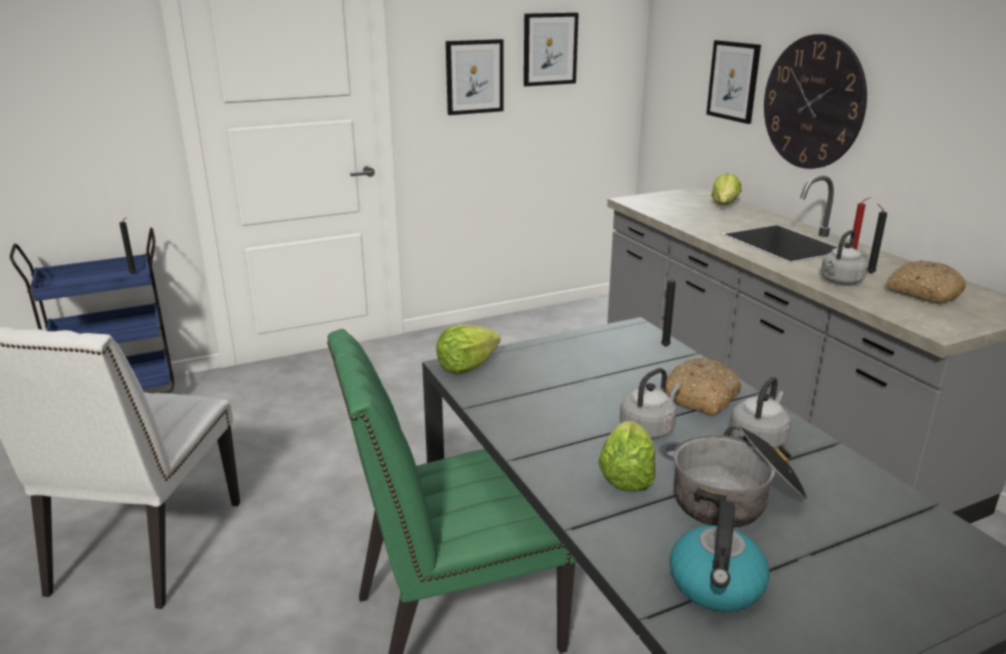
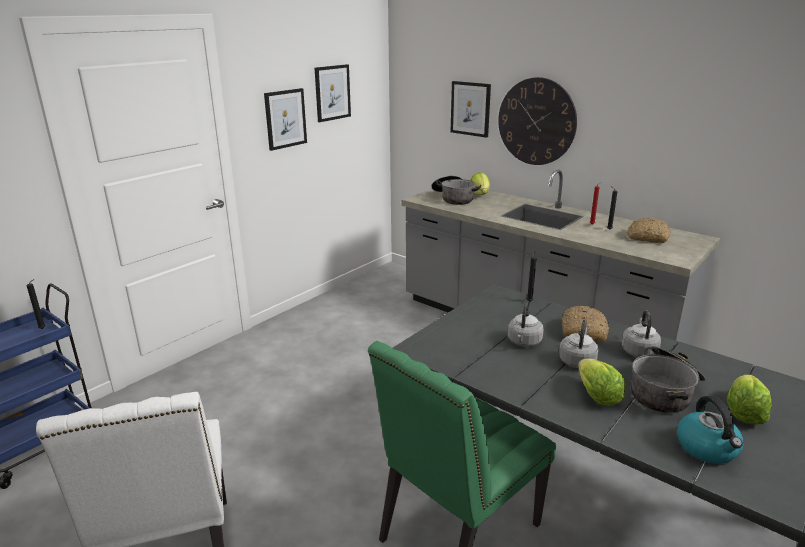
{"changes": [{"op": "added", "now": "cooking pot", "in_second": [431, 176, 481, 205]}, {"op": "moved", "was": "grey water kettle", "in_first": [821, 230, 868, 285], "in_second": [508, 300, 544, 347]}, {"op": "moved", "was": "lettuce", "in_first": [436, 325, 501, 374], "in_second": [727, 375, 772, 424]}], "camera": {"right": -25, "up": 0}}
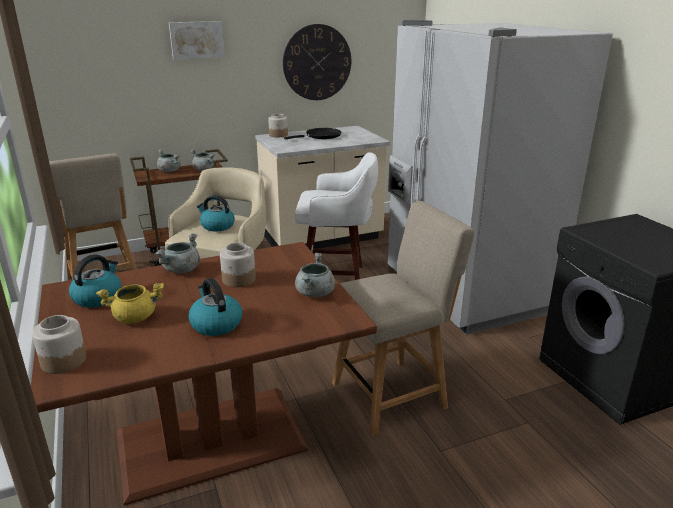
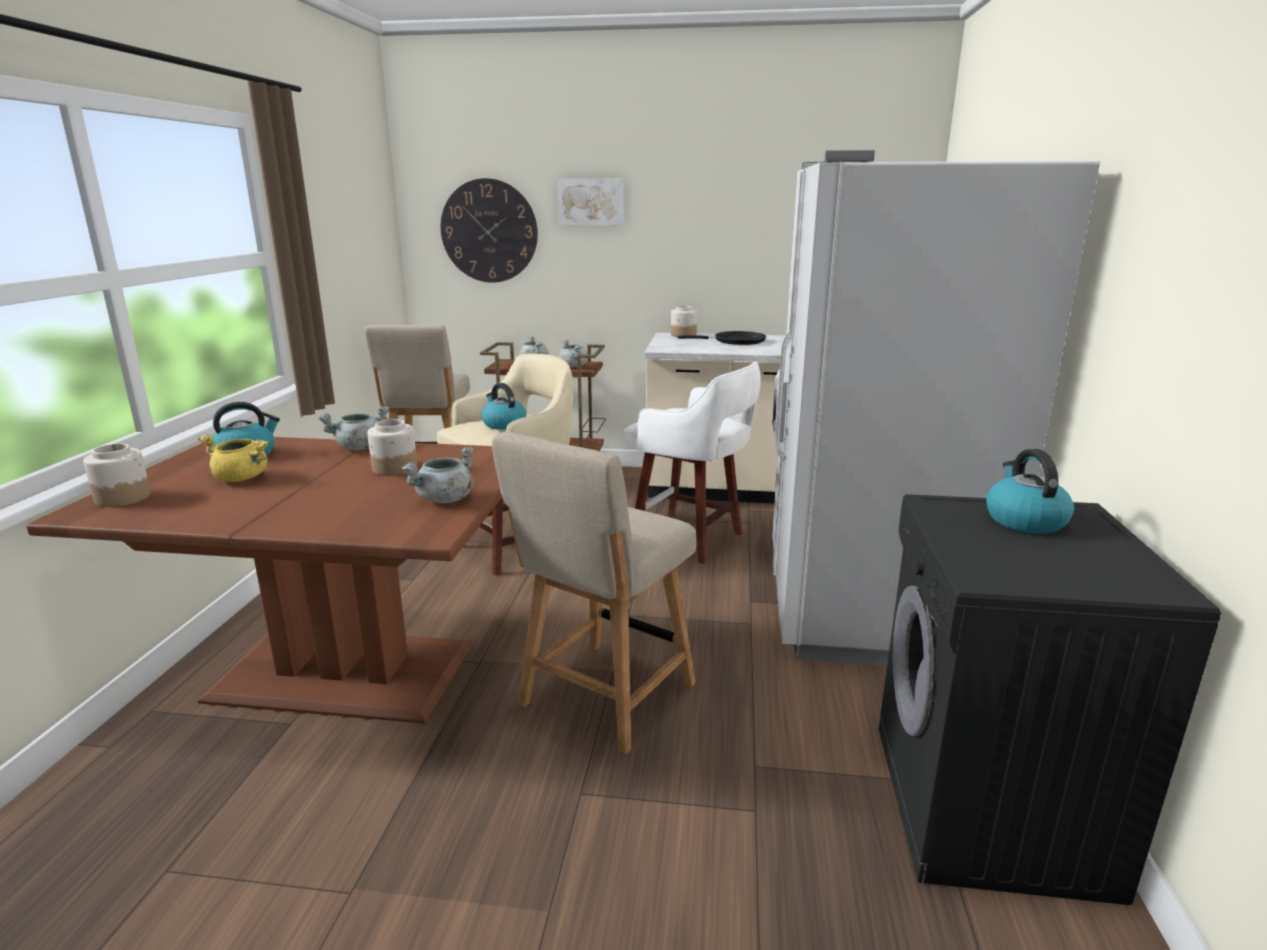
{"changes": [{"op": "moved", "was": "clock on the wall", "in_first": [283, 24, 351, 100], "in_second": [441, 178, 538, 283]}, {"op": "turned", "was": "beige-coloured upright chair", "in_first": [332, 201, 474, 436], "in_second": [492, 431, 696, 754], "clockwise": 120}, {"op": "moved", "was": "water kettle", "in_first": [189, 278, 242, 336], "in_second": [986, 449, 1074, 534]}], "camera": {"right": 30, "up": -5}}
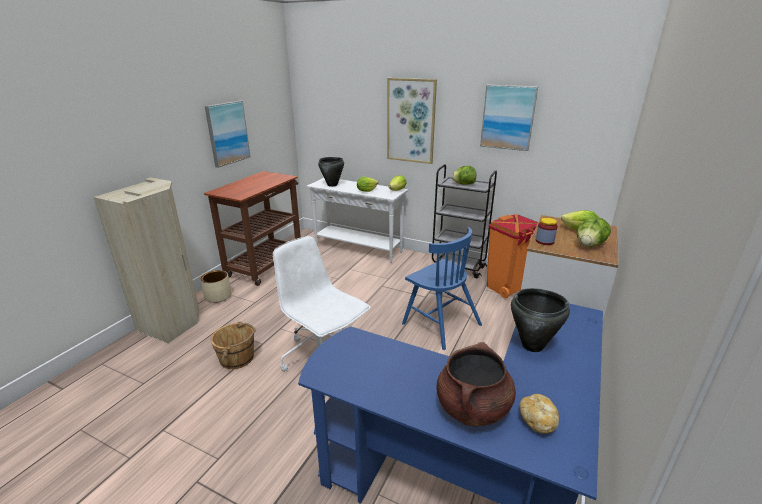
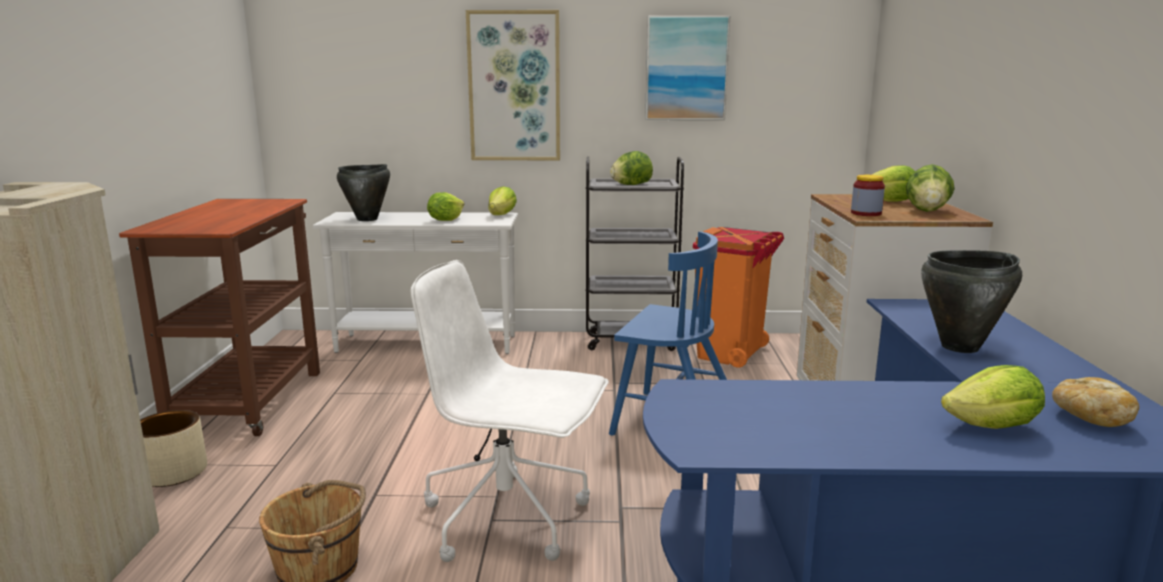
{"changes": [{"op": "replaced", "was": "brown cooking pot", "now": "lettuce", "in_first": [437, 342, 516, 427], "in_second": [941, 365, 1045, 429]}, {"op": "removed", "was": "wall picture", "in_first": [205, 101, 251, 168]}], "camera": {"right": -25, "up": -10}}
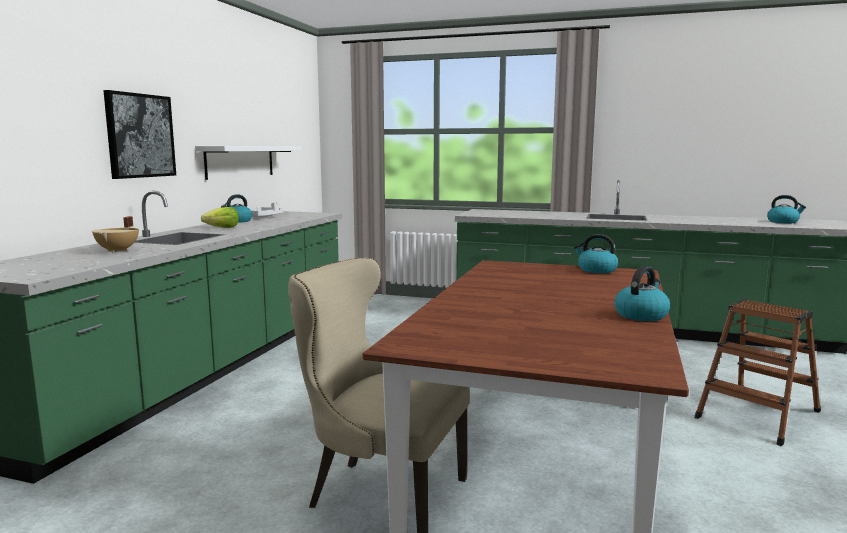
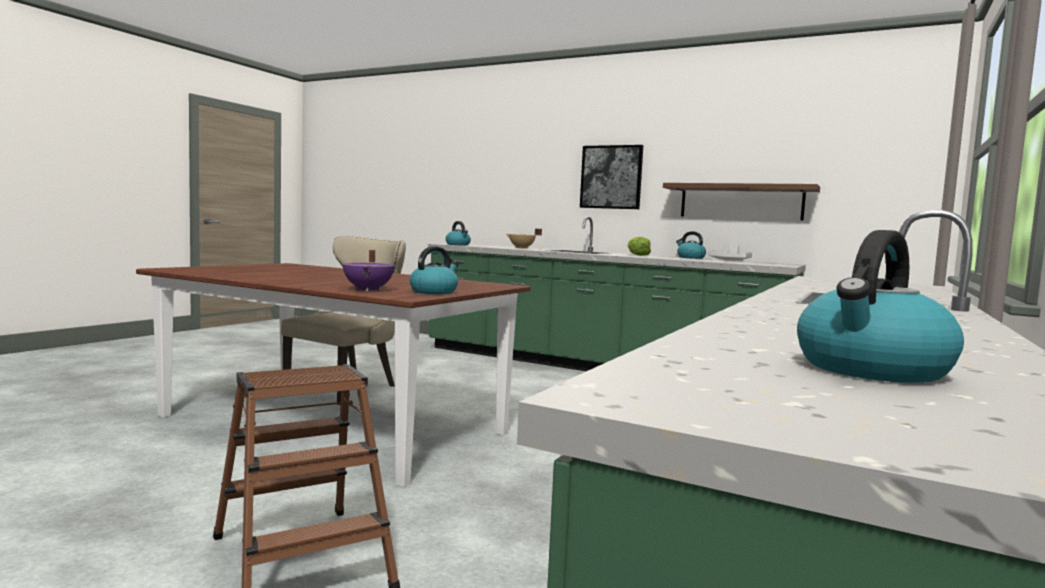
{"changes": [{"op": "added", "now": "purple-coloured cooking pot", "in_second": [342, 250, 395, 291]}, {"op": "moved", "was": "water kettle", "in_first": [614, 266, 670, 321], "in_second": [446, 221, 471, 246]}, {"op": "recoloured", "was": "white bracket shelf", "now": "brown bracket shelf", "in_first": [195, 146, 301, 180], "in_second": [663, 183, 820, 220]}], "camera": {"right": 100, "up": -5}}
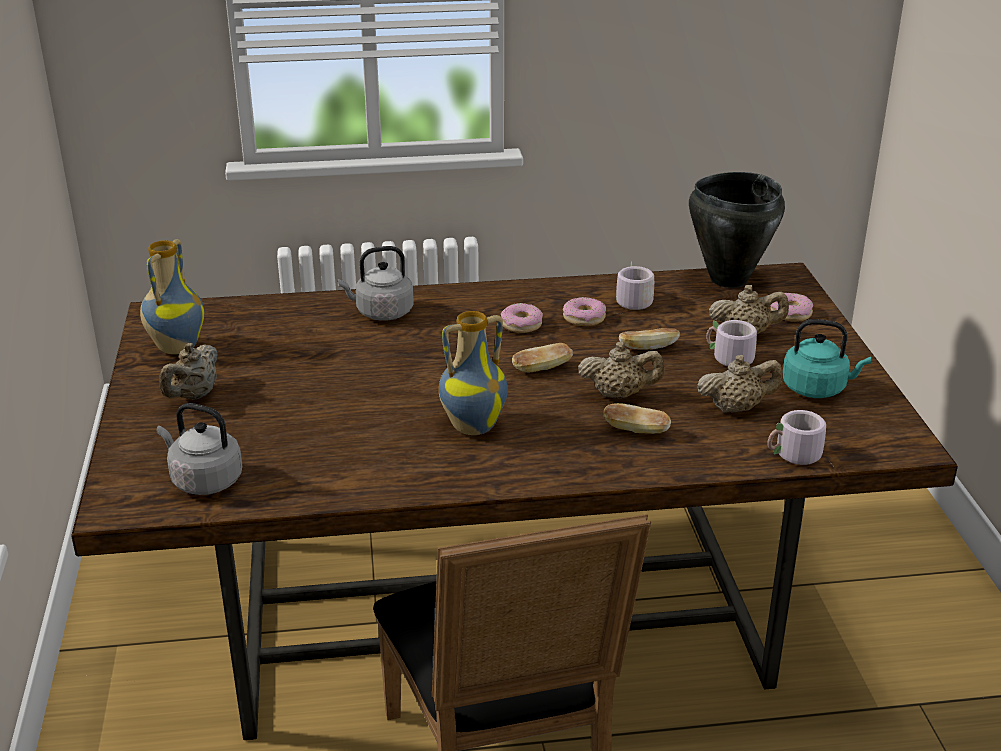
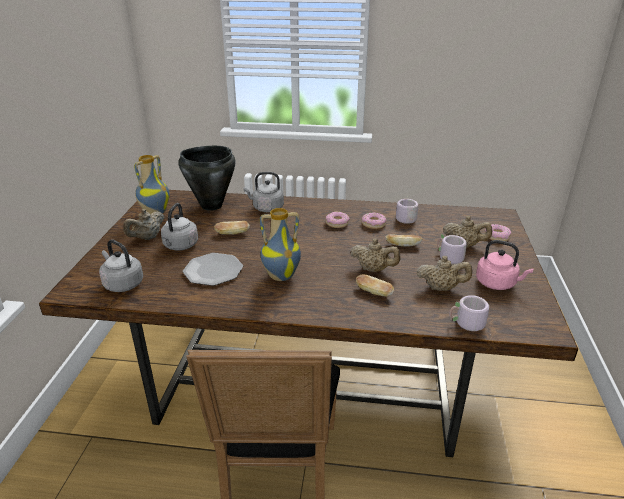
{"changes": [{"op": "added", "now": "grey water kettle", "in_second": [161, 203, 198, 251]}, {"op": "moved", "was": "black-coloured cooking pot", "in_first": [689, 172, 785, 288], "in_second": [178, 146, 236, 211]}, {"op": "added", "now": "flat dish", "in_second": [183, 253, 243, 286]}, {"op": "moved", "was": "baked bread", "in_first": [512, 343, 573, 372], "in_second": [214, 221, 250, 235]}, {"op": "recoloured", "was": "turquoise water kettle", "now": "pinkish water kettle", "in_first": [783, 319, 871, 398], "in_second": [476, 240, 533, 290]}], "camera": {"right": 15, "up": 0}}
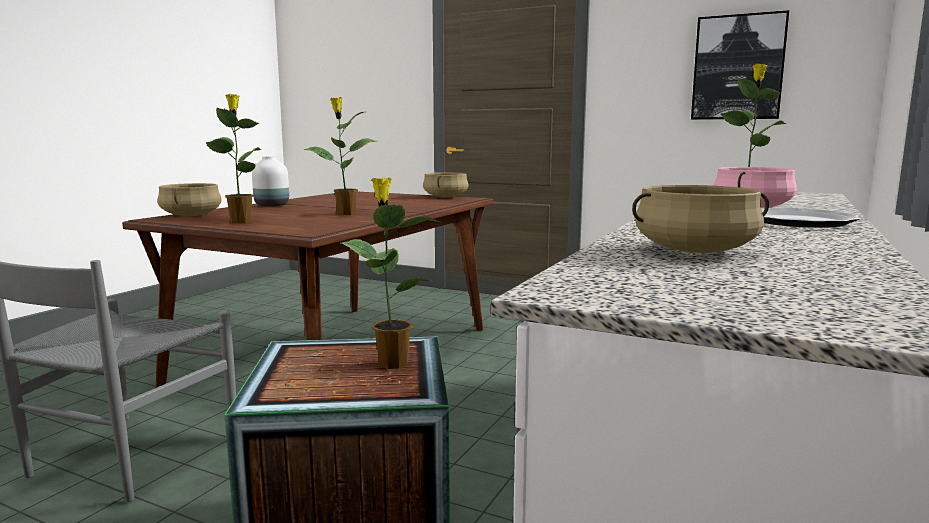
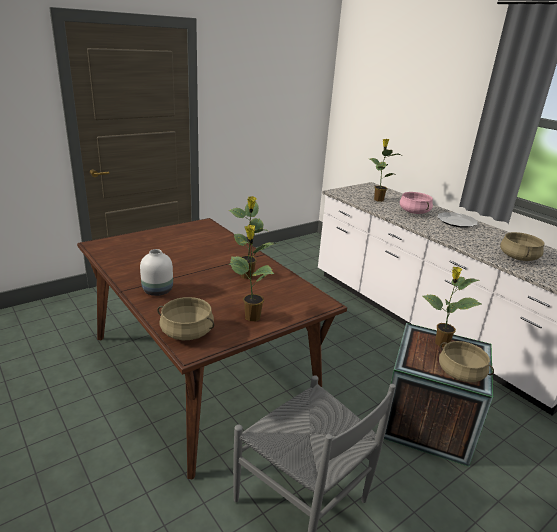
{"changes": [{"op": "moved", "was": "beige-coloured cooking pot", "in_first": [423, 172, 469, 197], "in_second": [439, 341, 494, 382]}, {"op": "removed", "was": "wall picture", "in_first": [691, 10, 789, 120]}], "camera": {"right": -65, "up": 15}}
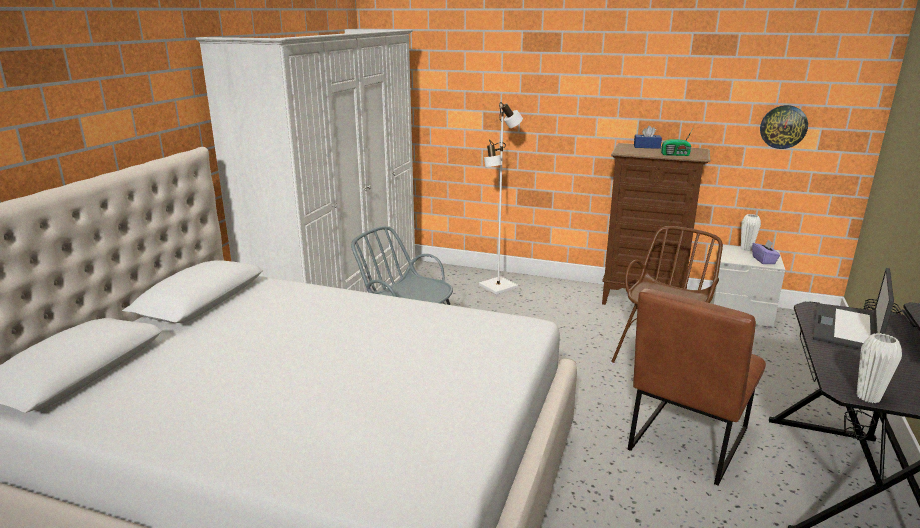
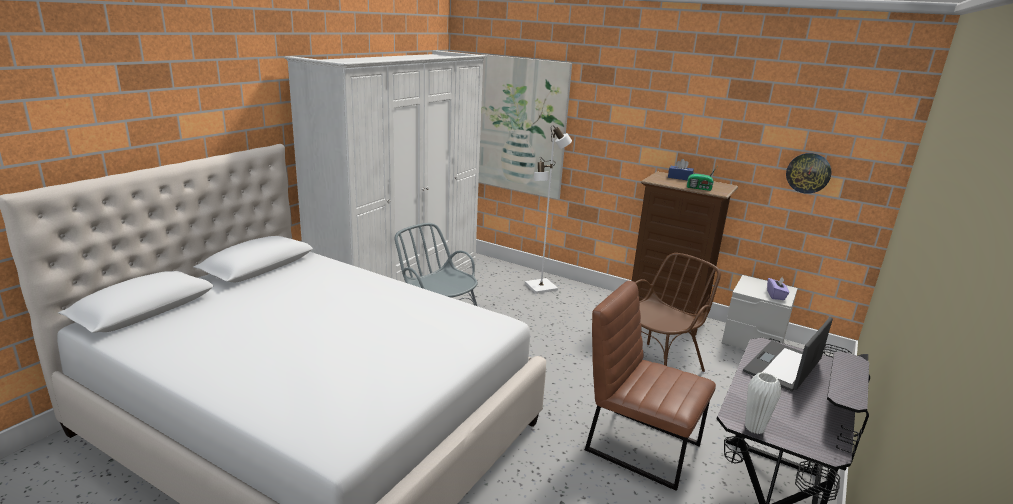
{"changes": [{"op": "added", "now": "wall picture", "in_second": [479, 54, 572, 199]}, {"op": "turned", "was": "brown upright chair", "in_first": [628, 289, 766, 485], "in_second": [585, 280, 716, 491], "clockwise": 75}, {"op": "removed", "was": "white vase", "in_first": [741, 214, 761, 251]}], "camera": {"right": 10, "up": 0}}
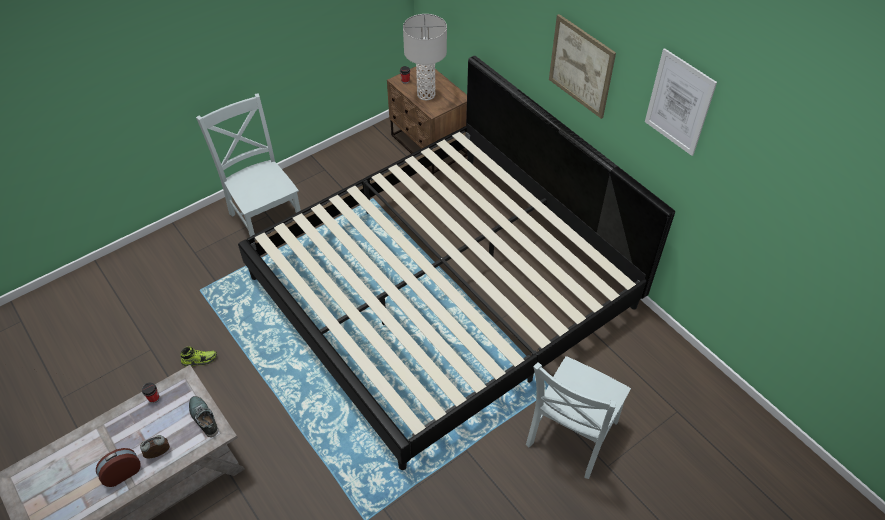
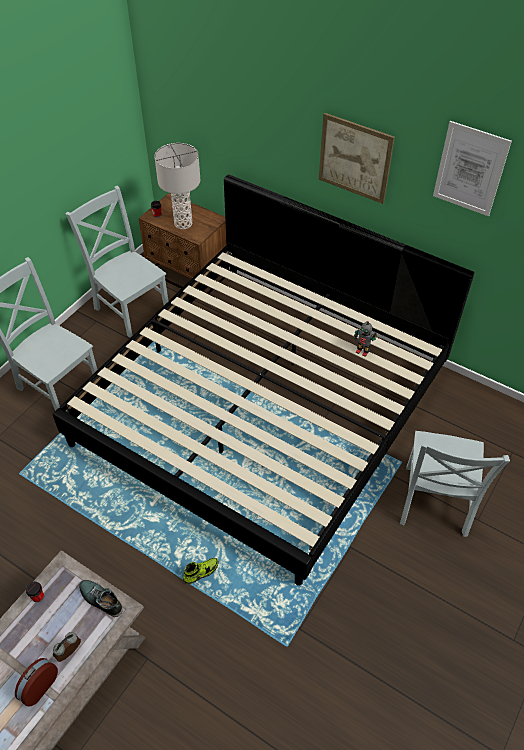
{"changes": [{"op": "added", "now": "grey upright chair", "in_second": [66, 186, 168, 338]}, {"op": "moved", "was": "low shoe", "in_first": [180, 346, 217, 367], "in_second": [183, 558, 219, 584]}, {"op": "added", "now": "model robot", "in_second": [354, 321, 377, 357]}], "camera": {"right": -20, "up": 0}}
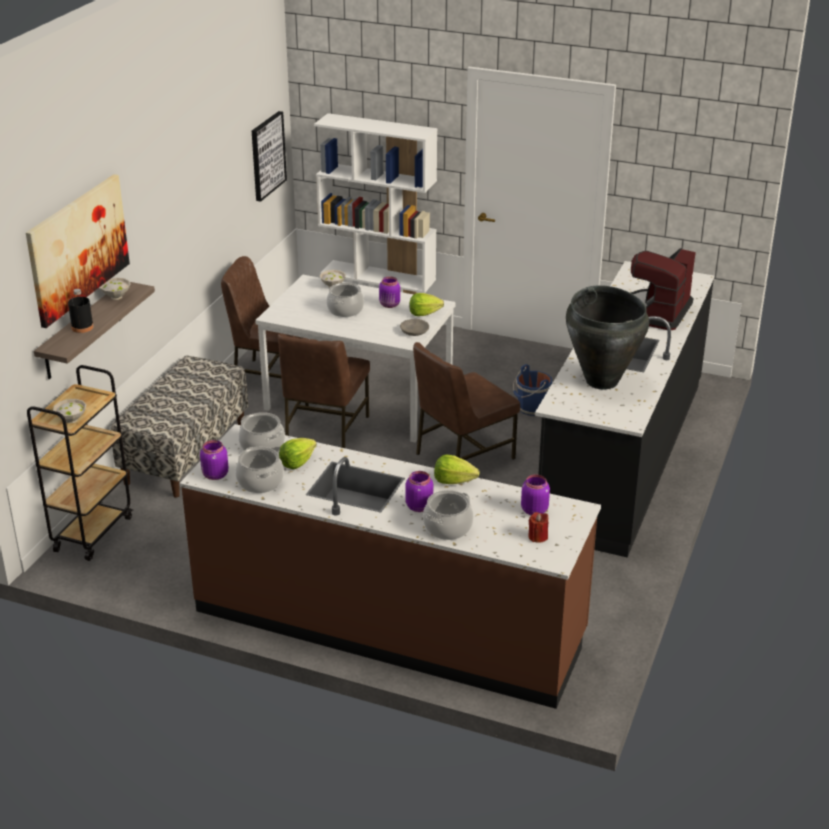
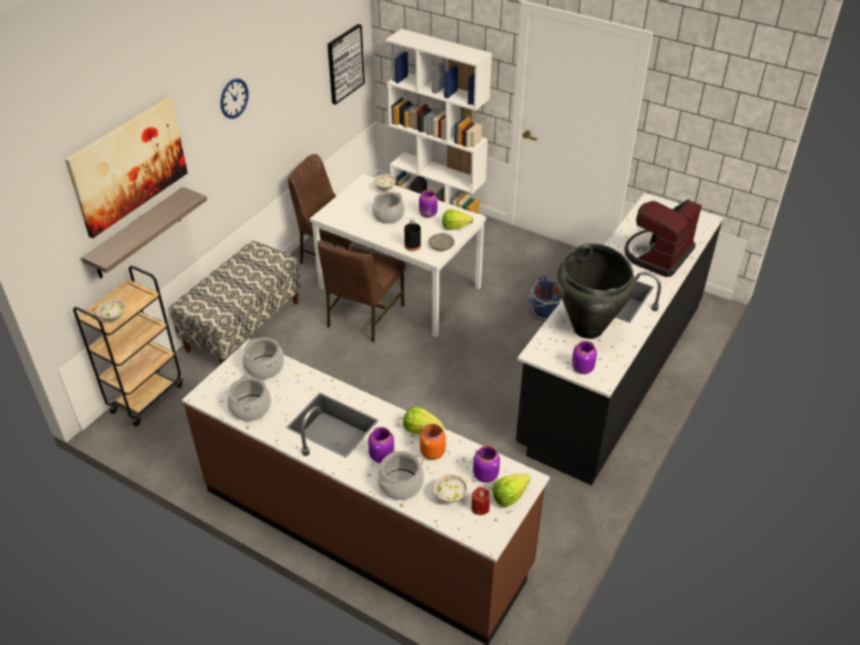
{"changes": [{"op": "added", "now": "clock on the wall", "in_second": [220, 78, 249, 119]}, {"op": "moved", "was": "black-coloured bottle", "in_first": [68, 289, 94, 333], "in_second": [404, 218, 421, 251]}, {"op": "added", "now": "orange-coloured jar", "in_second": [420, 424, 446, 460]}, {"op": "moved", "was": "white bowl", "in_first": [100, 278, 131, 300], "in_second": [433, 474, 468, 503]}, {"op": "moved", "was": "lettuce", "in_first": [279, 438, 317, 469], "in_second": [492, 474, 531, 507]}, {"op": "moved", "was": "purple-coloured jar", "in_first": [200, 440, 228, 480], "in_second": [572, 341, 597, 374]}, {"op": "removed", "was": "brown upright chair", "in_first": [413, 342, 520, 460]}], "camera": {"right": 10, "up": 10}}
